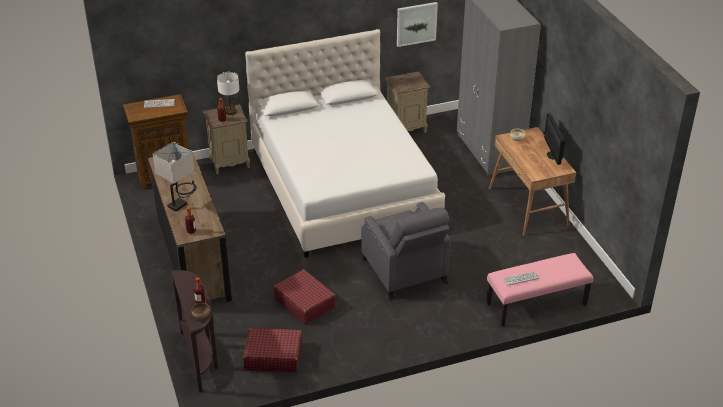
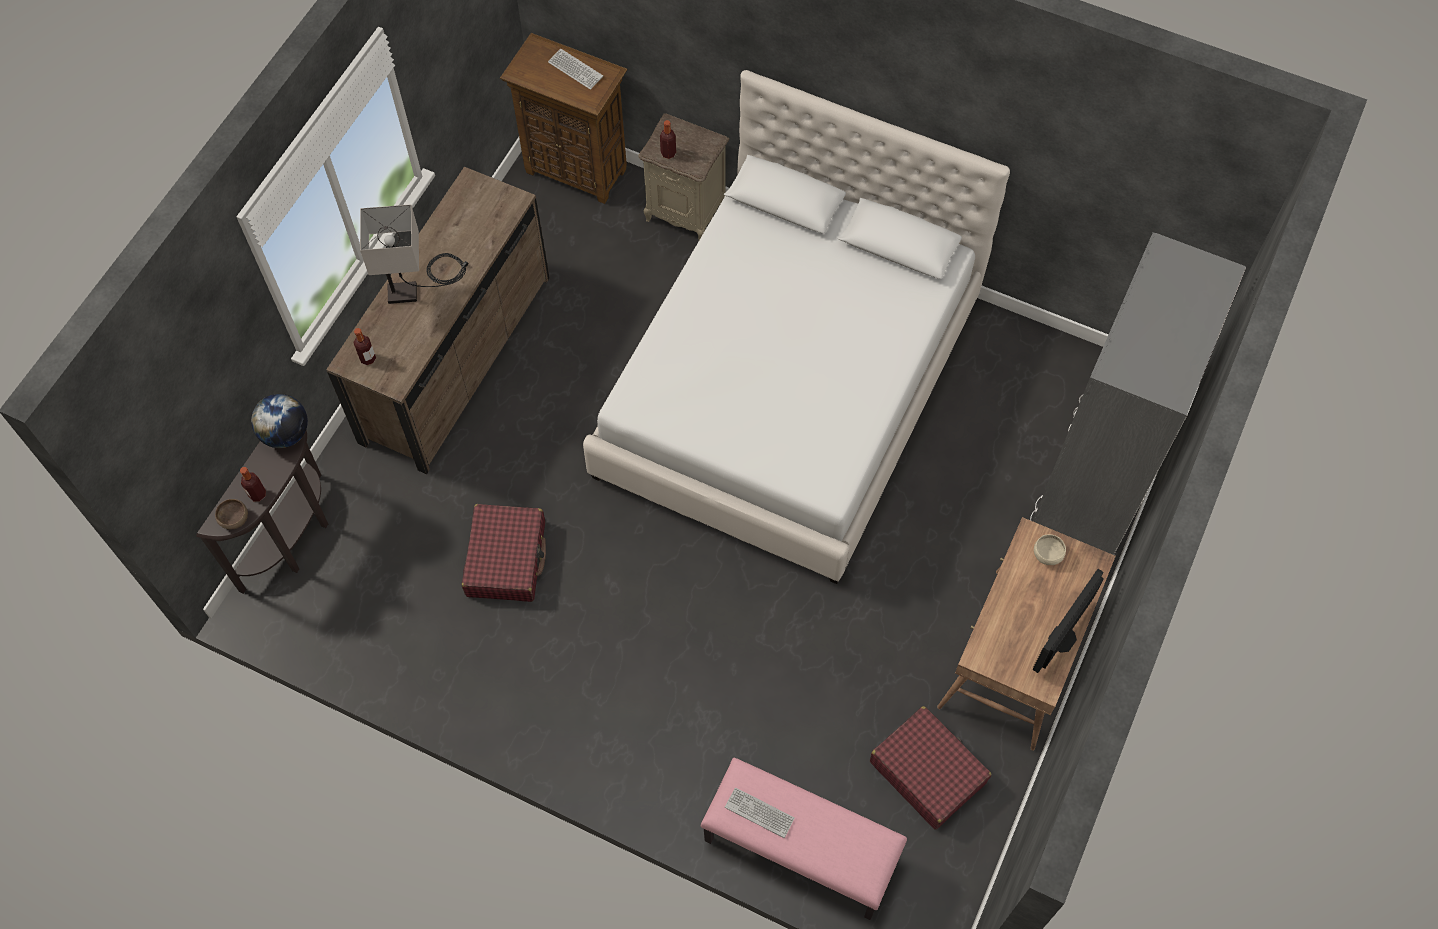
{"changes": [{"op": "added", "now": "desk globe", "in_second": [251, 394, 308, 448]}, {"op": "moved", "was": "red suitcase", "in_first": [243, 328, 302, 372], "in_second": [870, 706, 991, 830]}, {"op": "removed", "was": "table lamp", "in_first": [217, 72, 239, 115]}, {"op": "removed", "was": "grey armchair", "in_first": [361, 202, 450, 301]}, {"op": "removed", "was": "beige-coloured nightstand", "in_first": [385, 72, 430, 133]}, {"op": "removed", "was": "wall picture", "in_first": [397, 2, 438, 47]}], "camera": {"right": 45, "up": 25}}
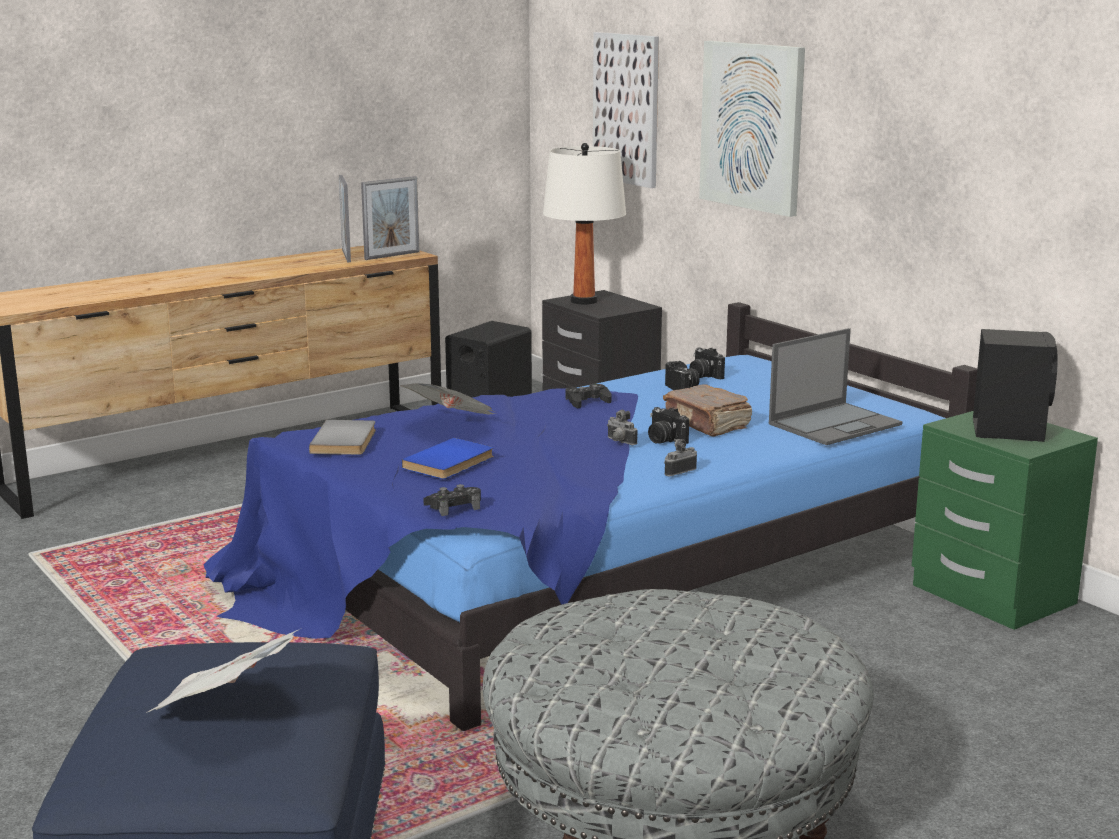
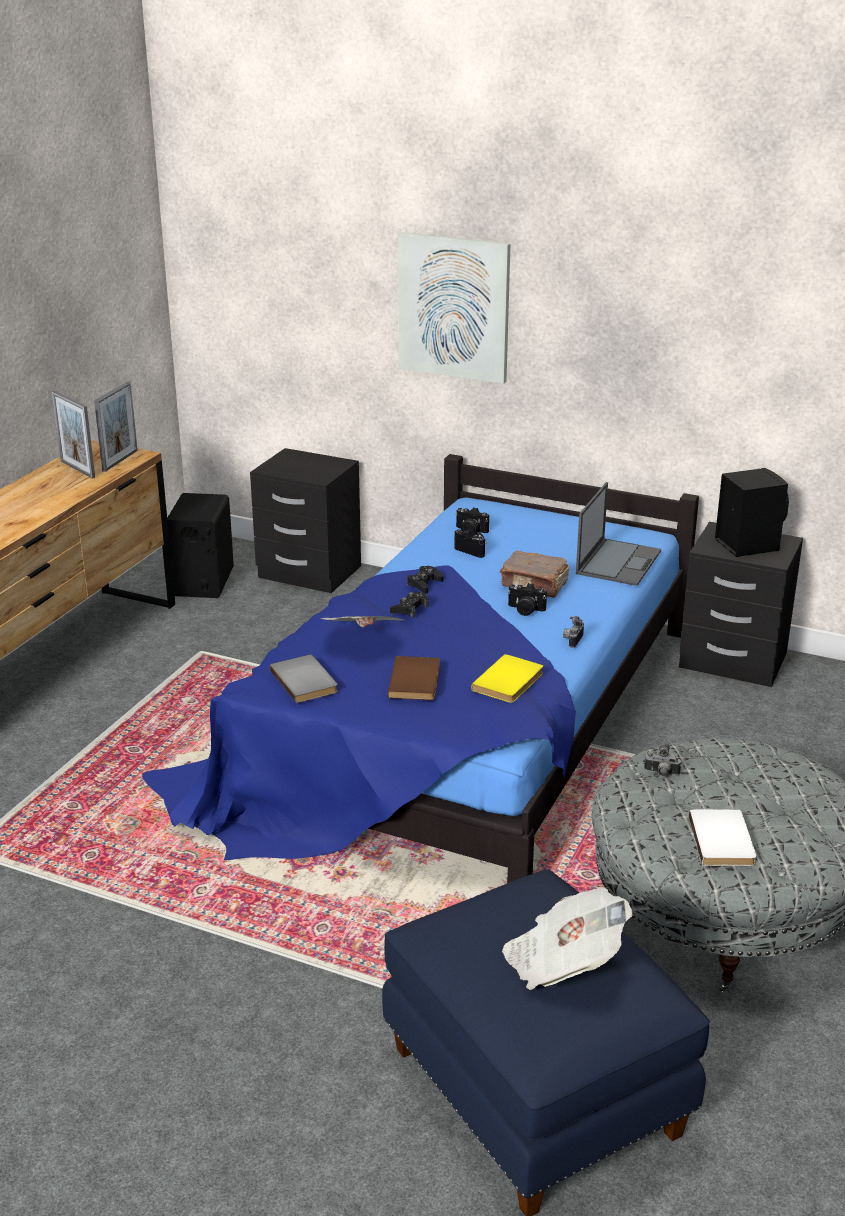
{"changes": [{"op": "recoloured", "was": "blue volume", "now": "brown volume", "in_first": [401, 438, 494, 479], "in_second": [388, 656, 440, 700]}, {"op": "moved", "was": "black-coloured game controller", "in_first": [423, 484, 481, 516], "in_second": [390, 592, 429, 618]}, {"op": "added", "now": "yellowish volume", "in_second": [471, 654, 543, 703]}, {"op": "moved", "was": "still camera", "in_first": [607, 410, 638, 445], "in_second": [644, 744, 681, 776]}, {"op": "recoloured", "was": "greenish nightstand", "now": "black-coloured nightstand", "in_first": [912, 411, 1098, 630], "in_second": [679, 522, 803, 687]}, {"op": "added", "now": "white volume", "in_second": [689, 809, 756, 866]}, {"op": "removed", "was": "white table lamp", "in_first": [543, 143, 626, 305]}, {"op": "removed", "was": "wall picture", "in_first": [593, 32, 659, 188]}], "camera": {"right": -30, "up": 10}}
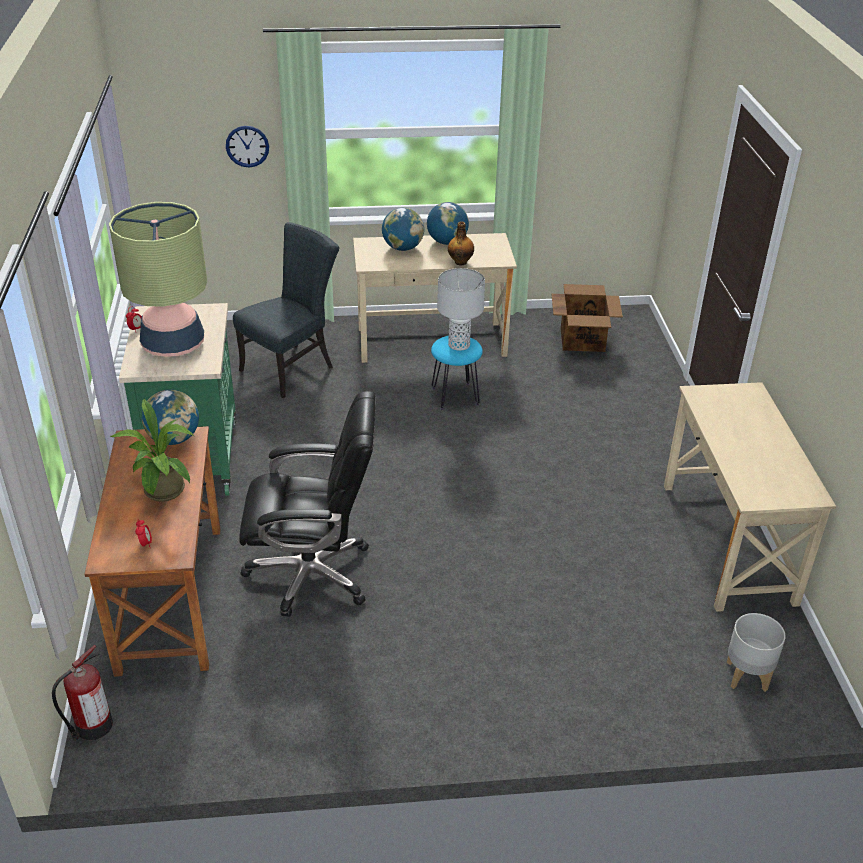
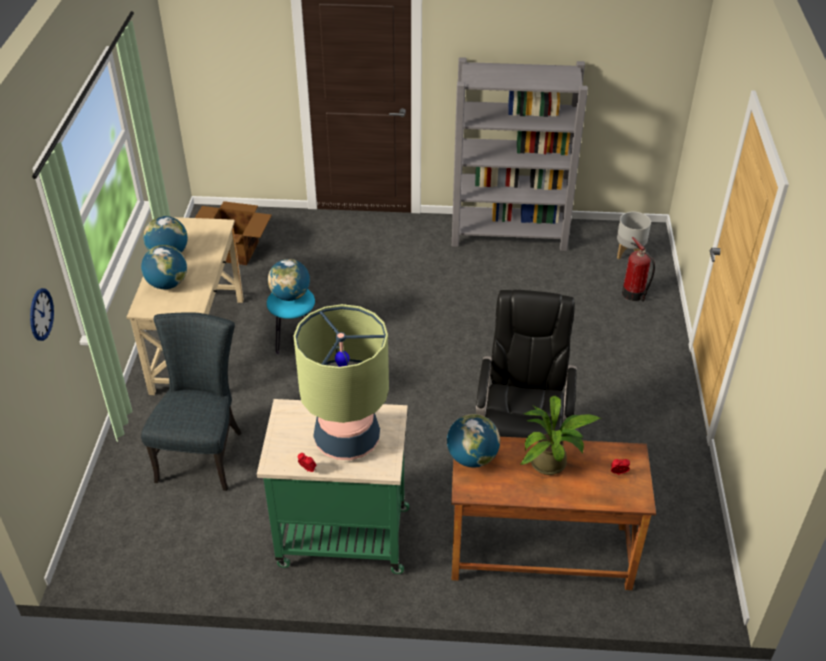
{"changes": [{"op": "turned", "was": "grey upright chair", "in_first": [233, 222, 340, 398], "in_second": [141, 312, 242, 491], "clockwise": 45}, {"op": "replaced", "was": "white table lamp", "now": "desk globe", "in_first": [437, 268, 485, 351], "in_second": [268, 259, 310, 301]}, {"op": "replaced", "was": "beige-coloured desk table", "now": "grey bookshelf", "in_first": [664, 382, 836, 612], "in_second": [452, 57, 588, 251]}, {"op": "moved", "was": "fire-fighting cylinder", "in_first": [52, 645, 113, 740], "in_second": [622, 237, 655, 302]}, {"op": "removed", "was": "bottle", "in_first": [448, 221, 474, 266]}], "camera": {"right": -80, "up": 5}}
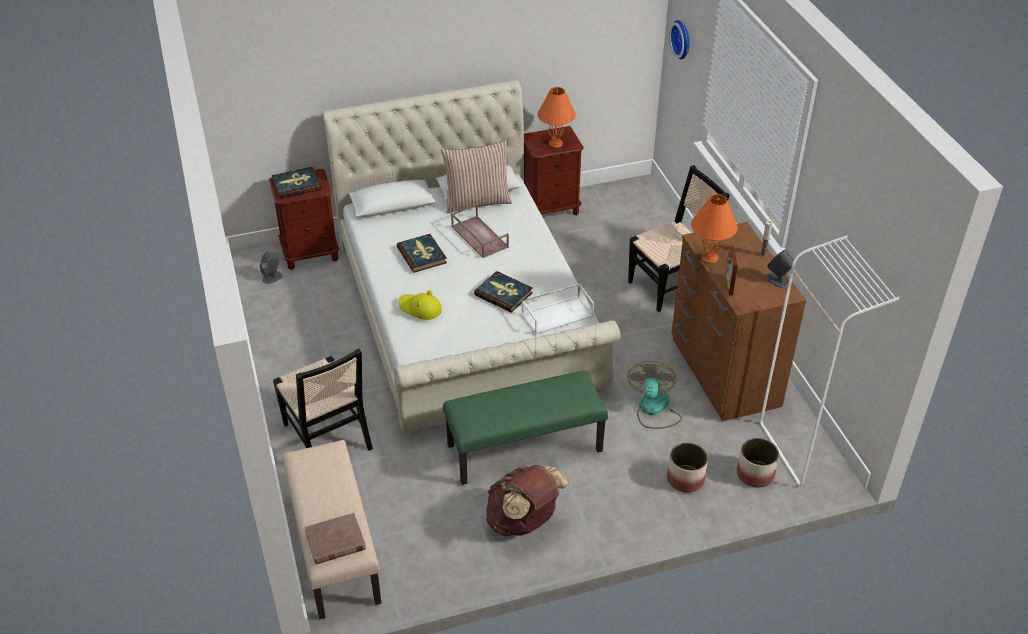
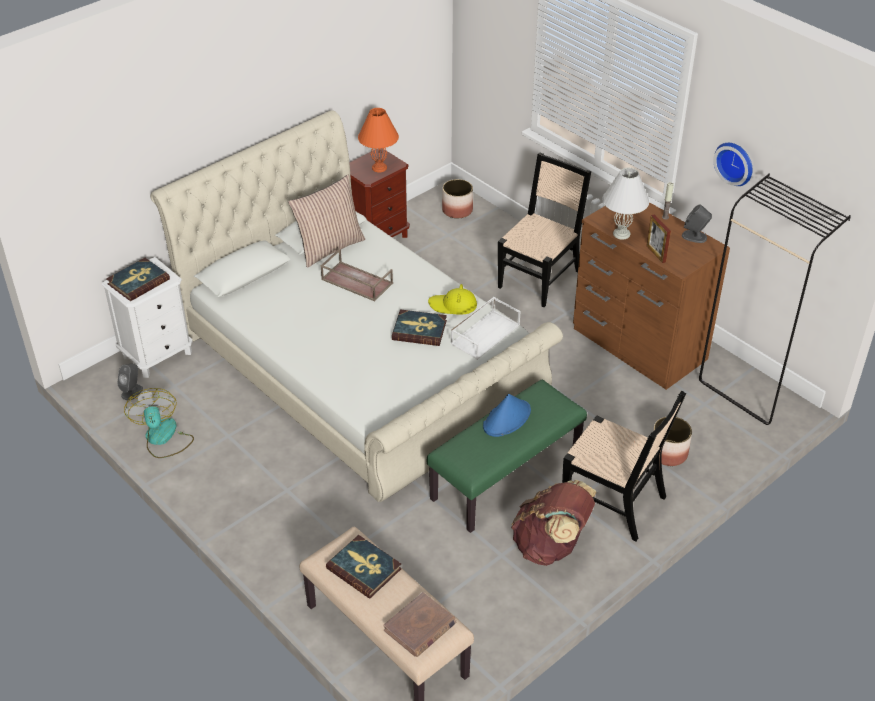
{"changes": [{"op": "recoloured", "was": "brown nightstand", "now": "white nightstand", "in_first": [269, 169, 339, 270], "in_second": [102, 257, 193, 378]}, {"op": "moved", "was": "cooling fan", "in_first": [627, 361, 682, 429], "in_second": [124, 388, 194, 458]}, {"op": "moved", "was": "volume", "in_first": [397, 234, 447, 273], "in_second": [326, 535, 402, 599]}, {"op": "moved", "was": "yellowish wearable hat", "in_first": [398, 290, 442, 320], "in_second": [428, 284, 477, 314]}, {"op": "moved", "was": "flower pot", "in_first": [737, 438, 779, 487], "in_second": [442, 179, 473, 218]}, {"op": "added", "now": "blue wearable hat", "in_second": [483, 394, 531, 437]}, {"op": "moved", "was": "upright chair", "in_first": [273, 349, 373, 451], "in_second": [562, 391, 686, 541]}, {"op": "recoloured", "was": "orange-coloured table lamp", "now": "white table lamp", "in_first": [691, 194, 738, 264], "in_second": [602, 168, 649, 240]}, {"op": "recoloured", "was": "white clothes rack", "now": "black-coloured clothes rack", "in_first": [760, 235, 900, 486], "in_second": [699, 173, 851, 425]}, {"op": "moved", "was": "clock on the wall", "in_first": [669, 20, 689, 60], "in_second": [713, 143, 752, 186]}], "camera": {"right": -25, "up": 0}}
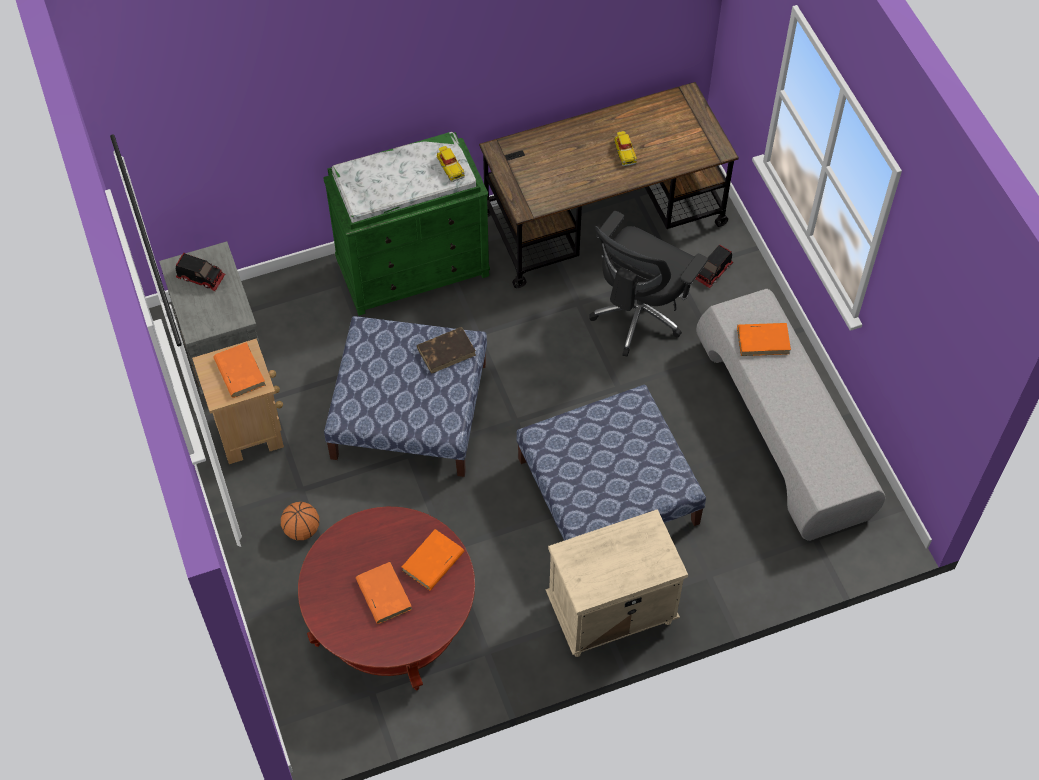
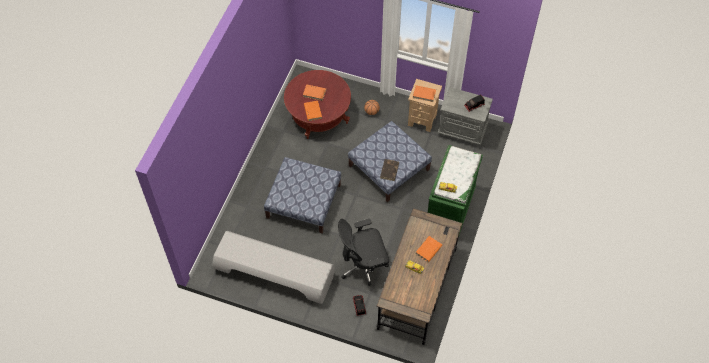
{"changes": [{"op": "turned", "was": "desk chair", "in_first": [589, 211, 708, 356], "in_second": [338, 219, 389, 286], "clockwise": -90}, {"op": "moved", "was": "orange-coloured volume", "in_first": [737, 323, 791, 356], "in_second": [416, 236, 442, 262]}, {"op": "removed", "was": "beige-coloured nightstand", "in_first": [545, 509, 688, 657]}], "camera": {"right": 130, "up": 0}}
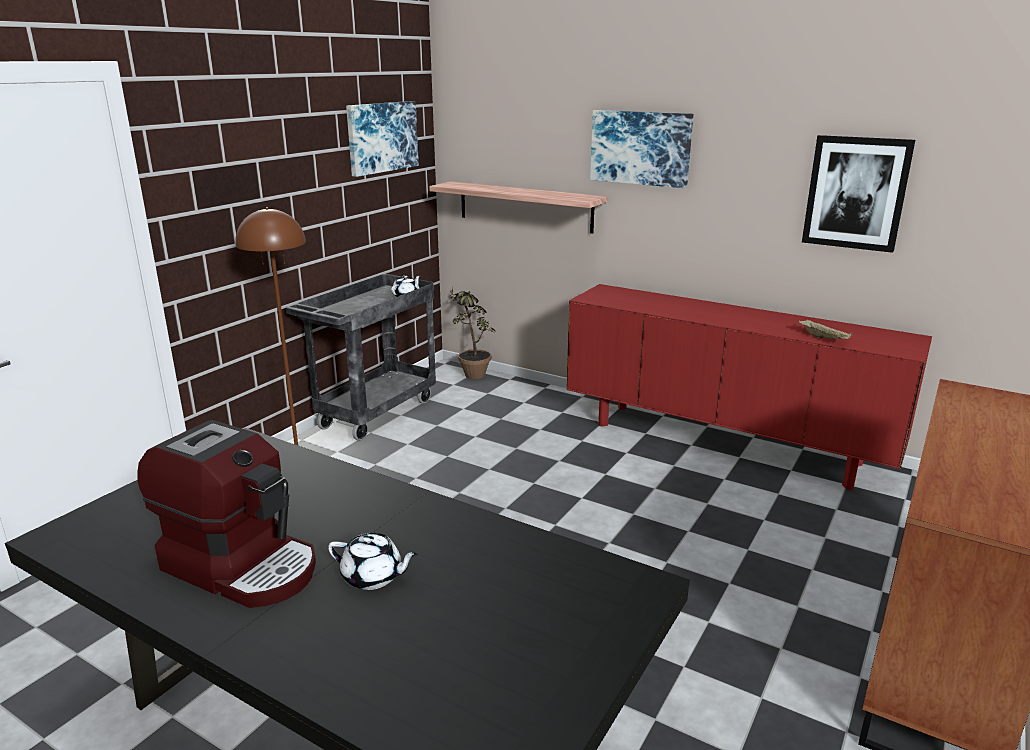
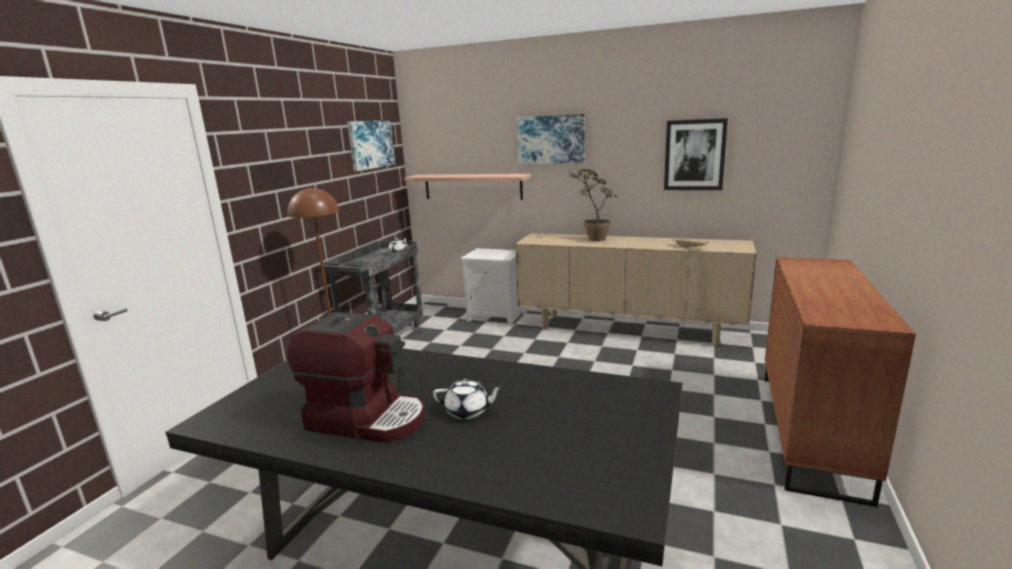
{"changes": [{"op": "added", "now": "white nightstand", "in_second": [461, 248, 523, 326]}, {"op": "recoloured", "was": "red storage cabinet", "now": "beige-coloured storage cabinet", "in_first": [566, 284, 932, 490], "in_second": [515, 233, 756, 346]}, {"op": "moved", "was": "potted plant", "in_first": [450, 288, 495, 379], "in_second": [569, 169, 618, 241]}], "camera": {"right": -10, "up": -5}}
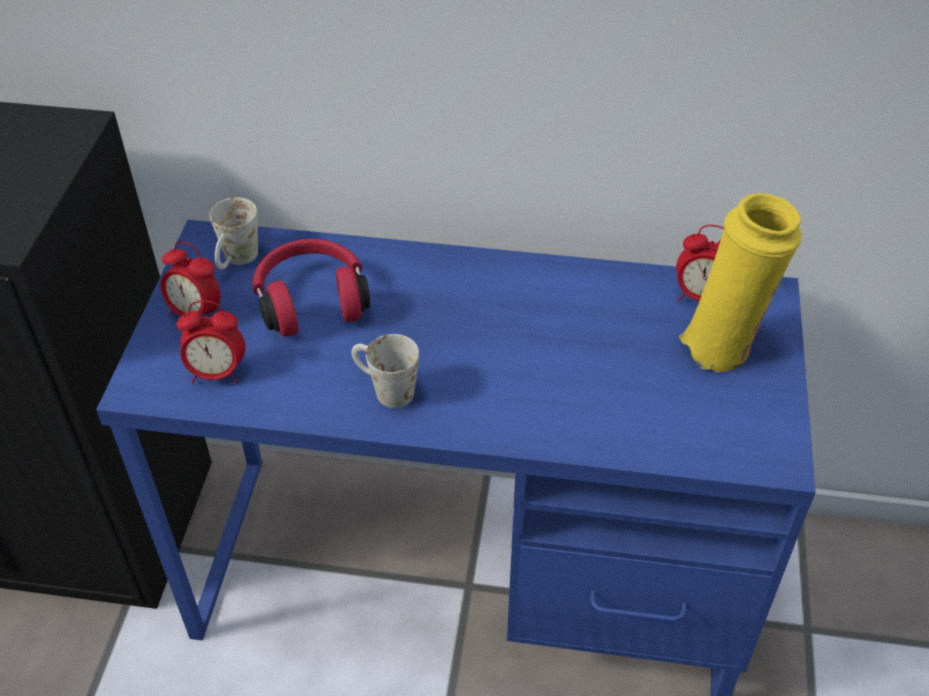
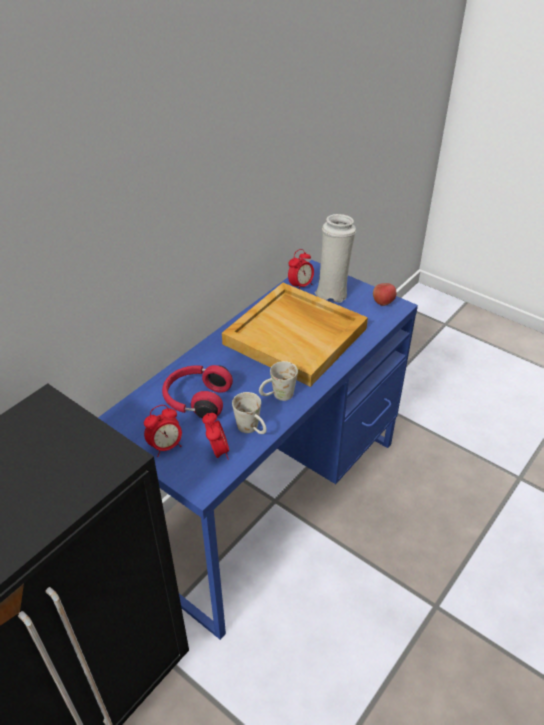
{"changes": [{"op": "turned", "was": "alarm clock", "in_first": [177, 301, 245, 384], "in_second": [202, 413, 229, 460], "clockwise": -45}, {"op": "added", "now": "beige-coloured carrying tray", "in_second": [222, 283, 368, 387]}, {"op": "moved", "was": "white mug", "in_first": [210, 197, 258, 270], "in_second": [232, 392, 267, 434]}, {"op": "recoloured", "was": "yellowish vase", "now": "white vase", "in_first": [679, 193, 802, 372], "in_second": [314, 214, 356, 303]}, {"op": "added", "now": "apple fruit", "in_second": [373, 283, 397, 306]}], "camera": {"right": -60, "up": -5}}
